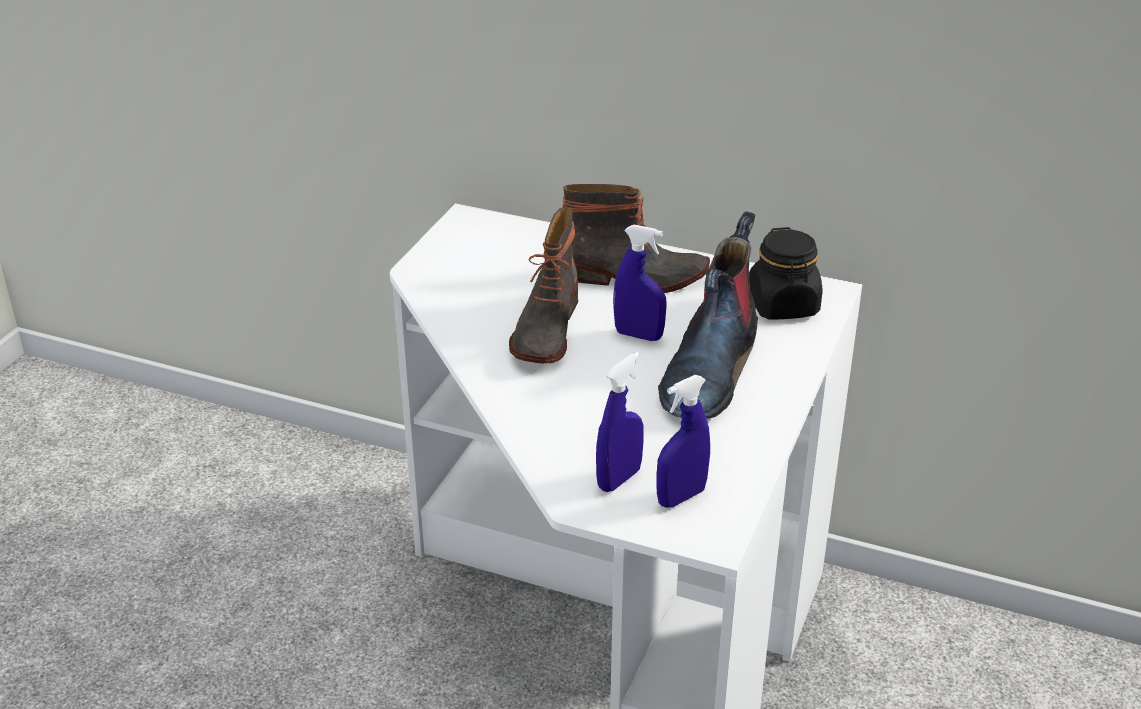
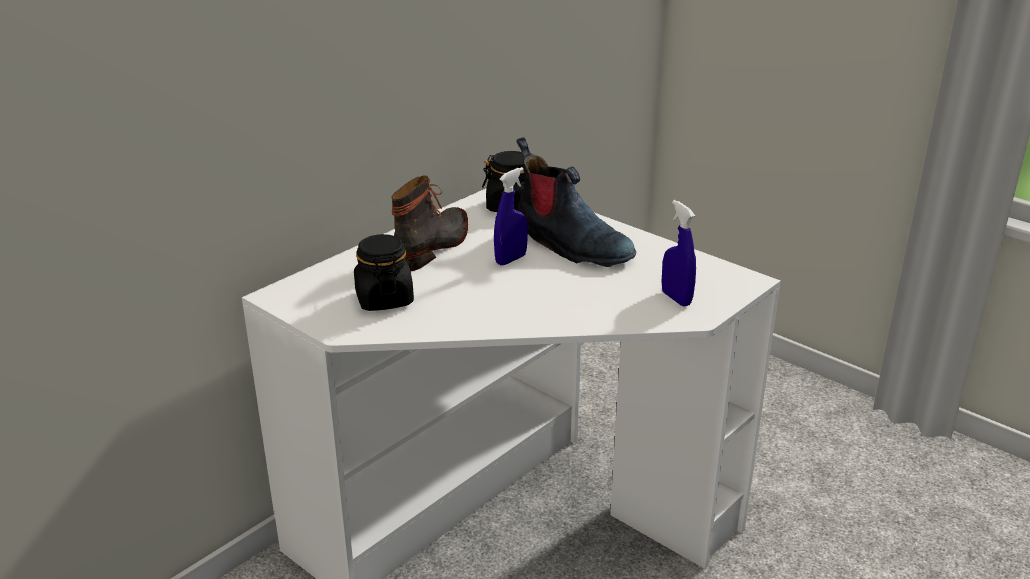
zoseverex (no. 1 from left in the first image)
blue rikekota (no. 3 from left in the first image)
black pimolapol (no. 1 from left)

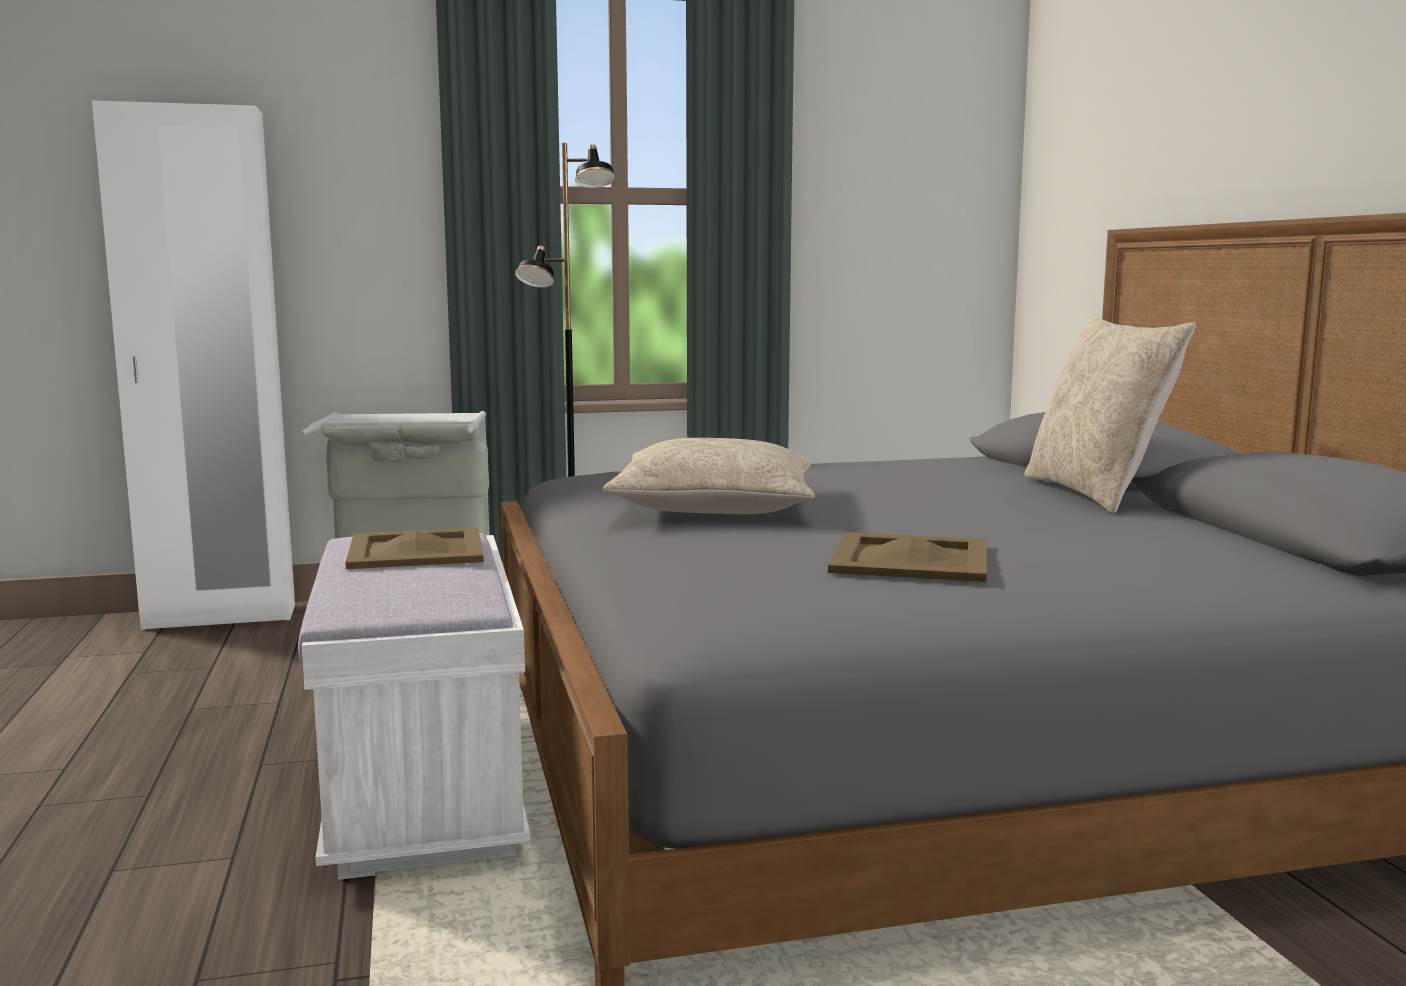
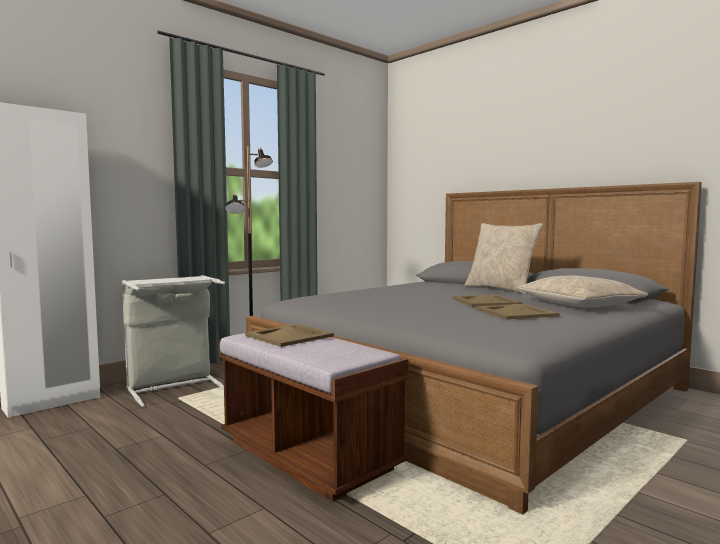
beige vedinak (no. 2 from left)
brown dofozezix
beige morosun (no. 2 from left)

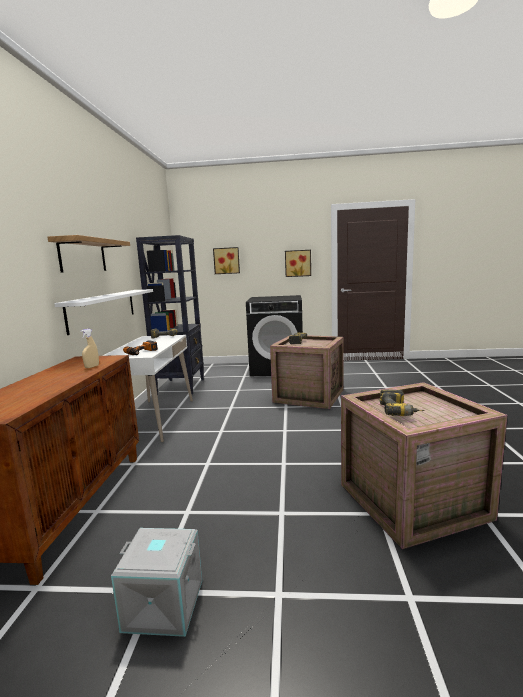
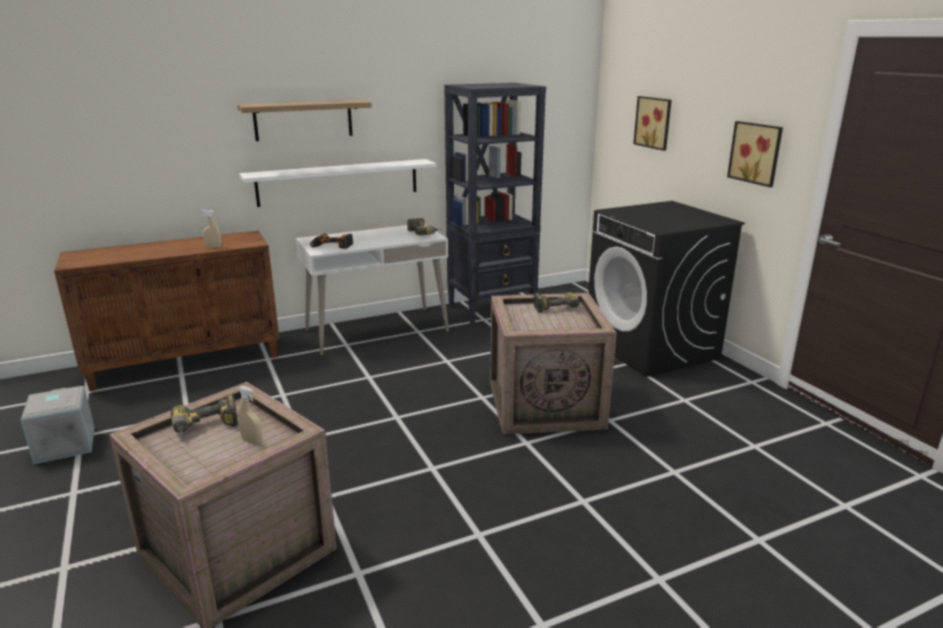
beige rikekota (no. 2 from left)

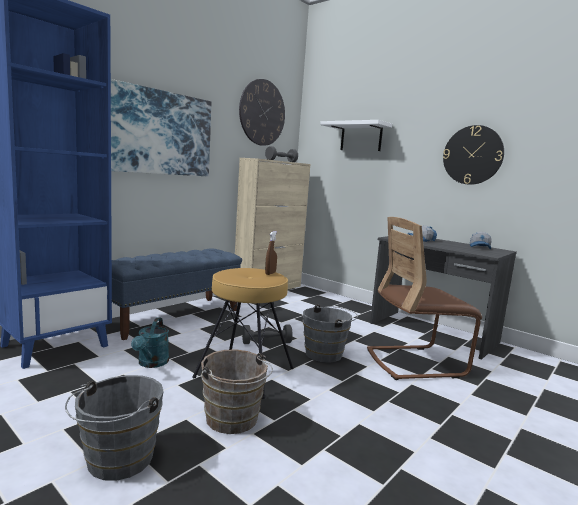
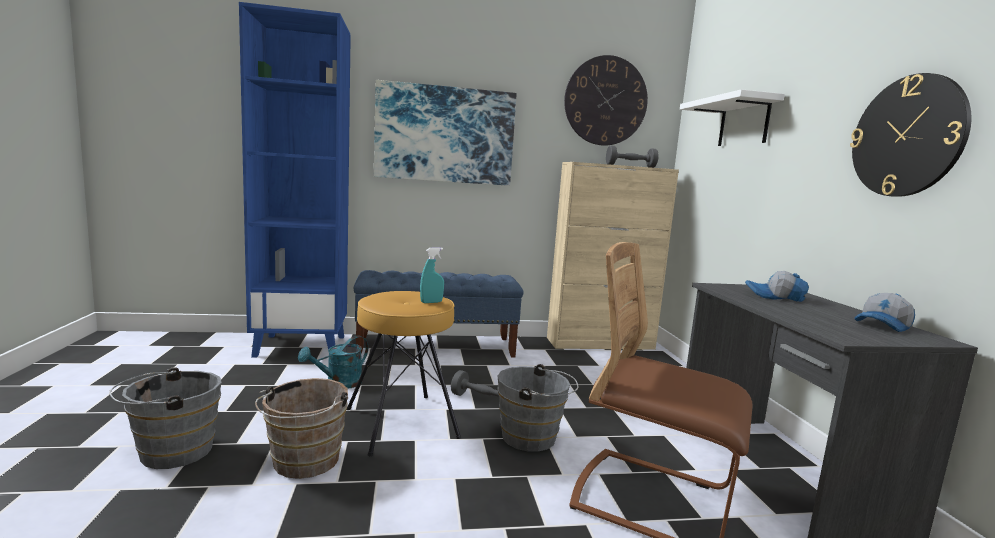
turquoise rikekota

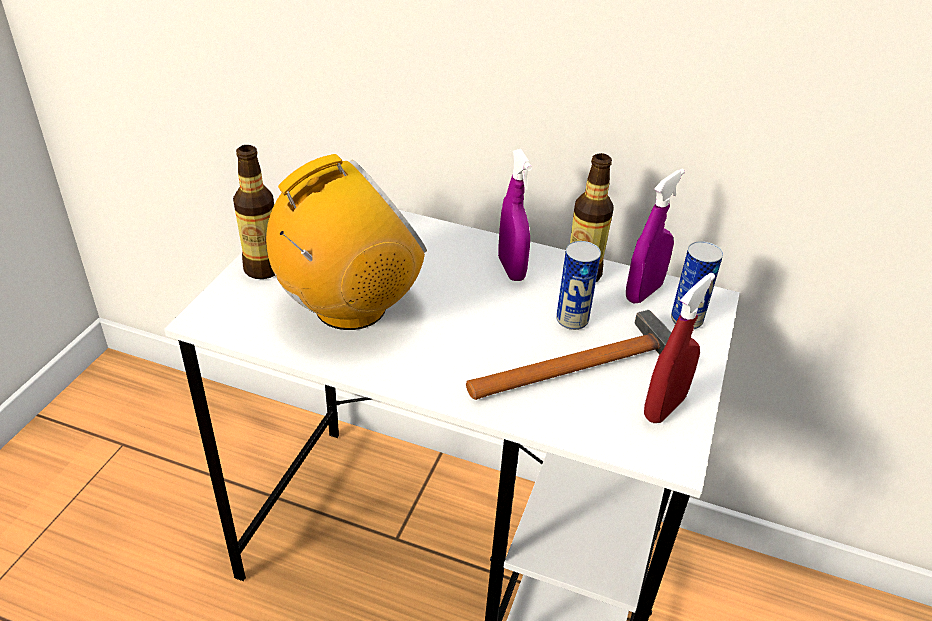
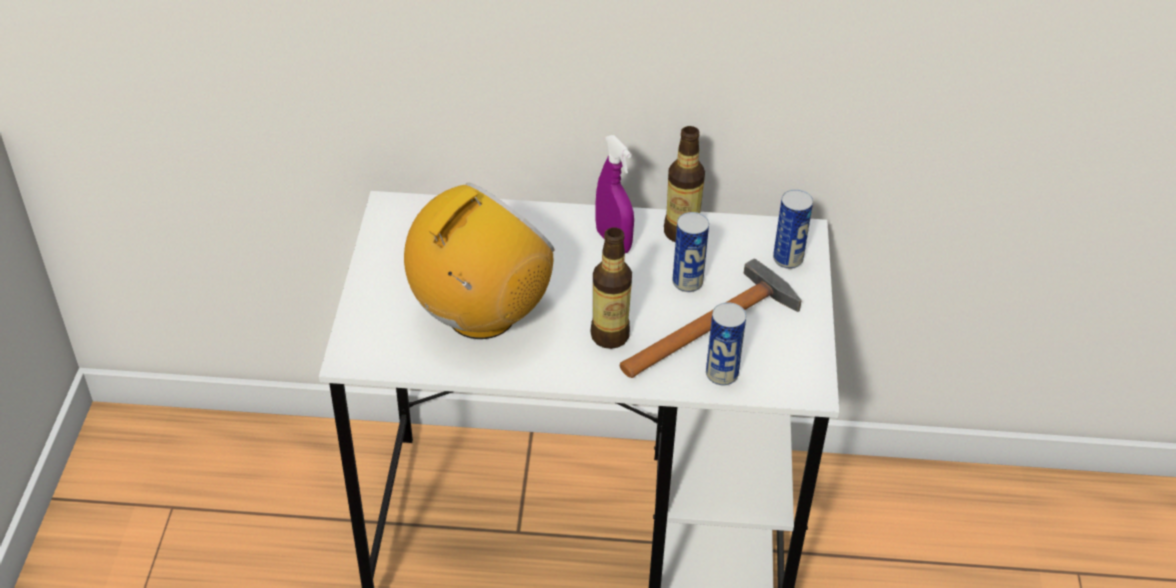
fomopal (no. 1 from left)
purple rikekota (no. 2 from left in the first image)
red rikekota
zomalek (no. 2 from left)

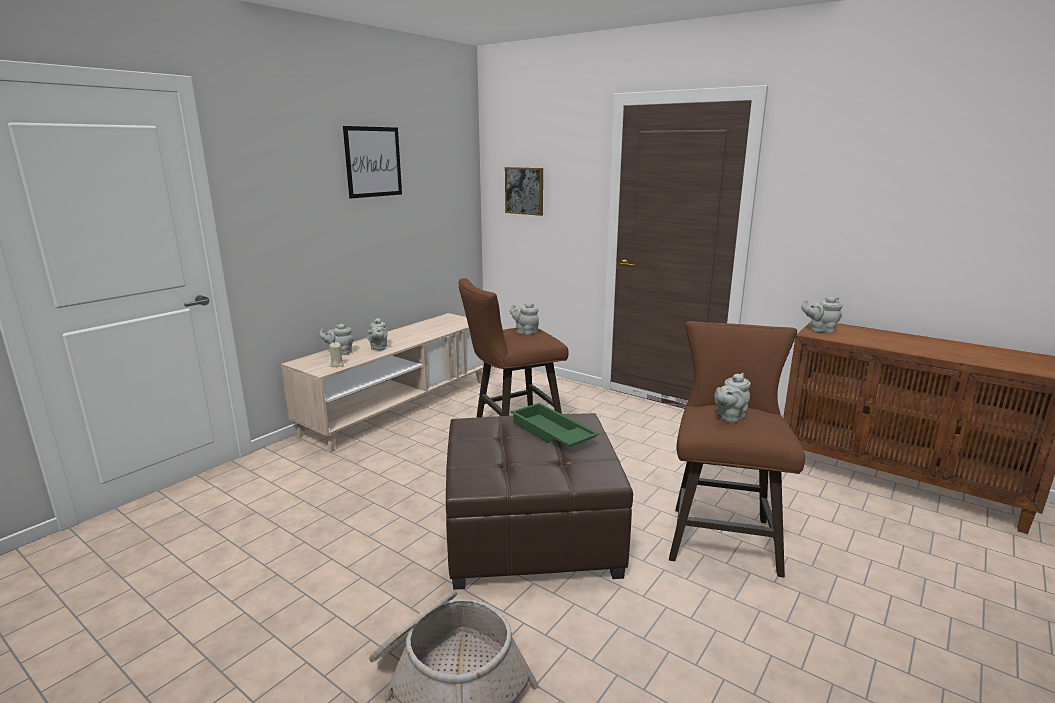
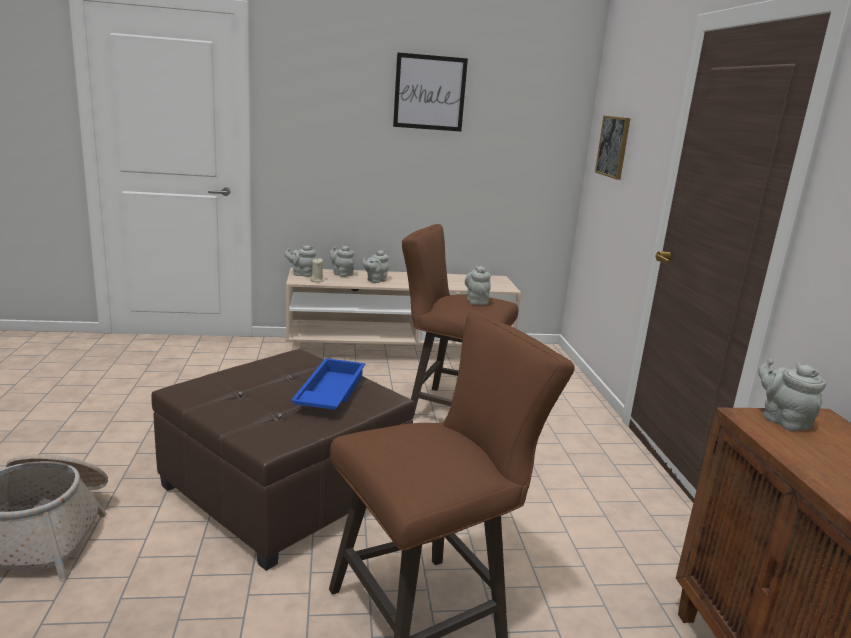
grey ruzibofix (no. 1 from left)
blue morosun

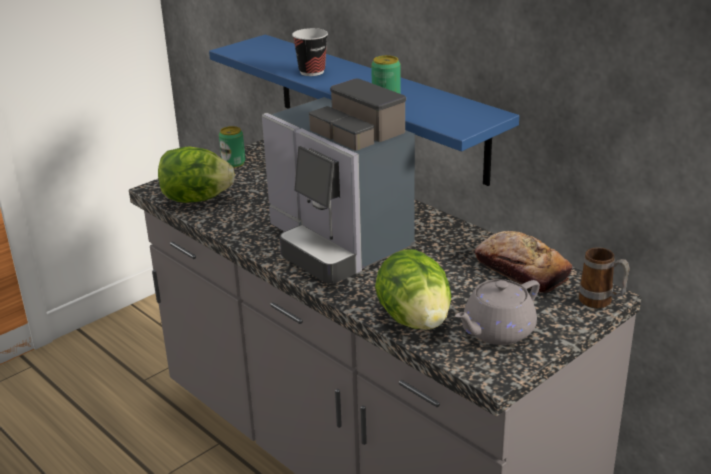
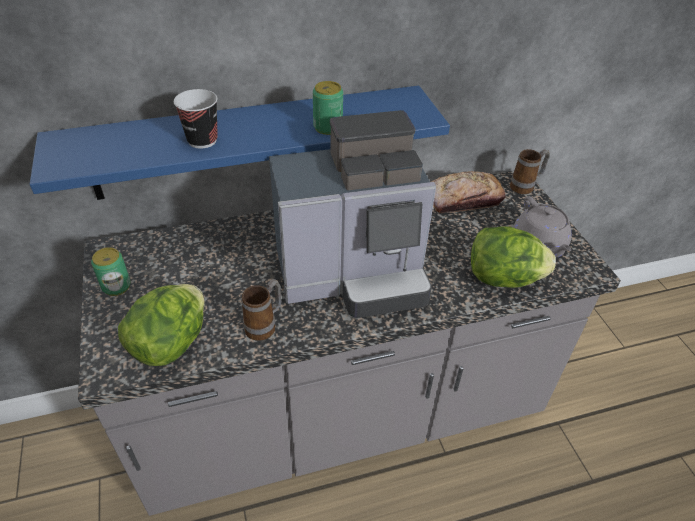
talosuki (no. 1 from left)

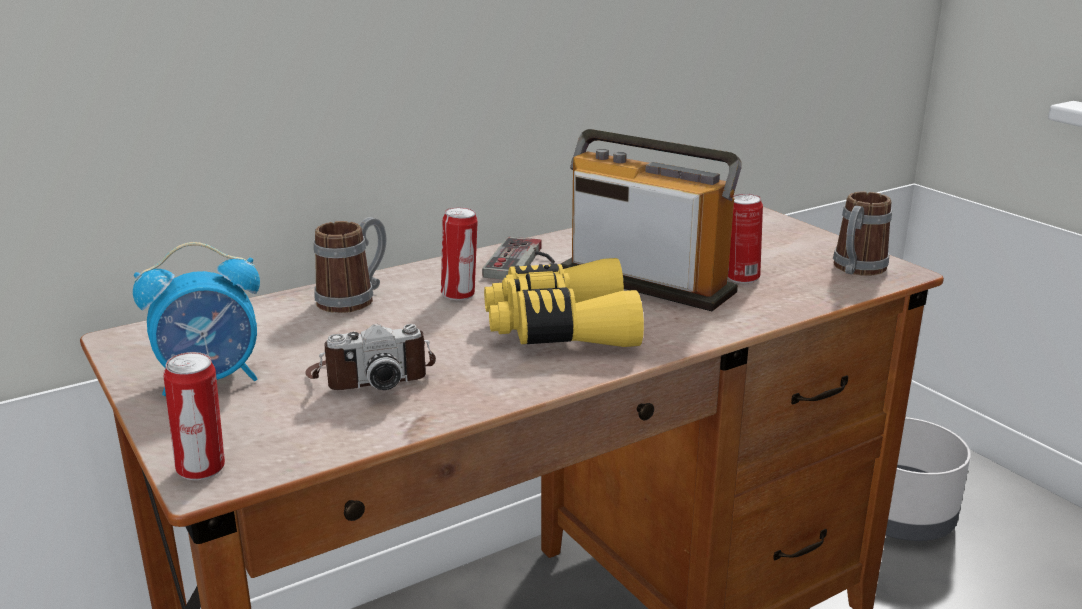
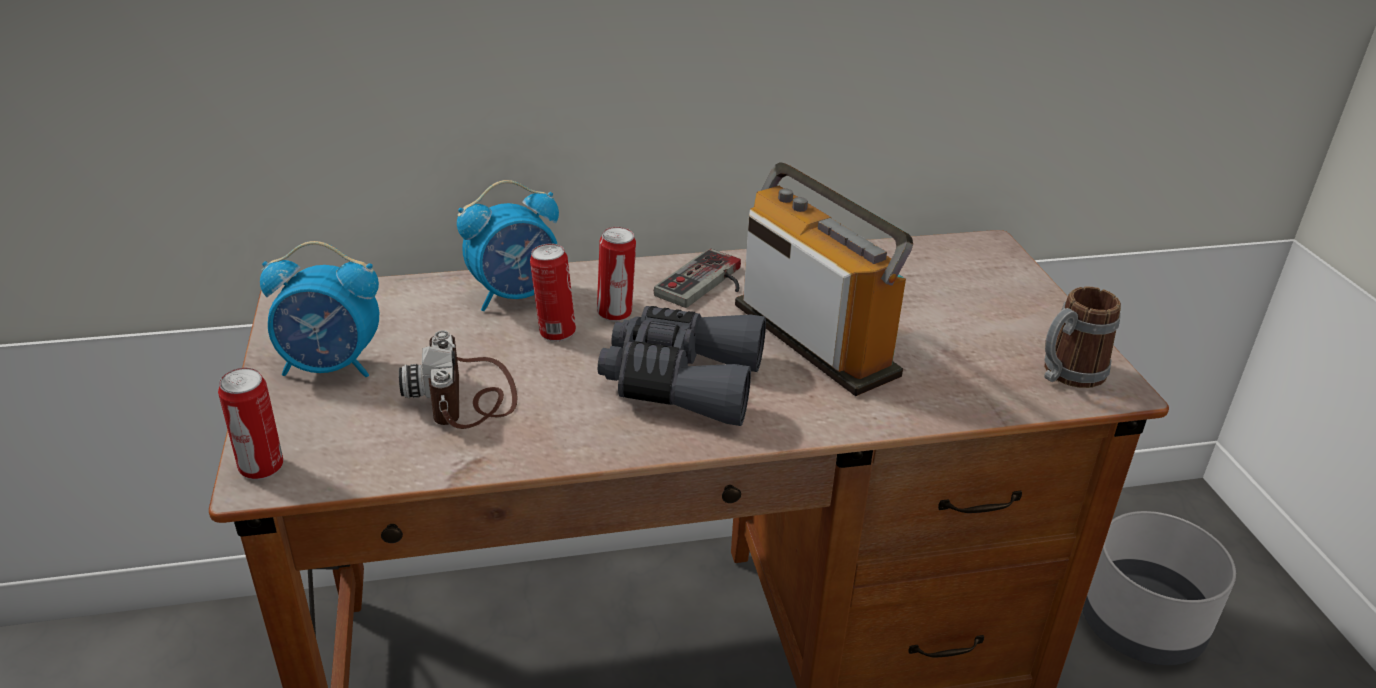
zomalek (no. 2 from left)
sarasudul (no. 2 from left)
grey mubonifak
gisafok

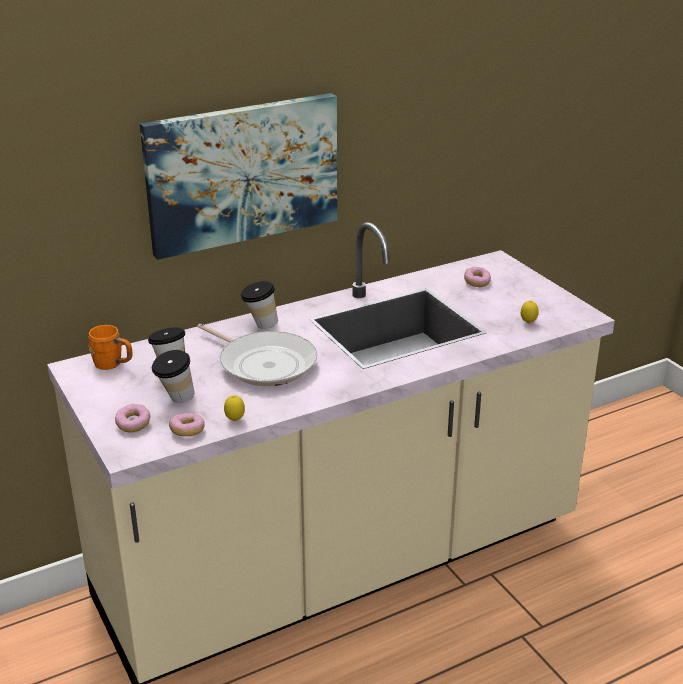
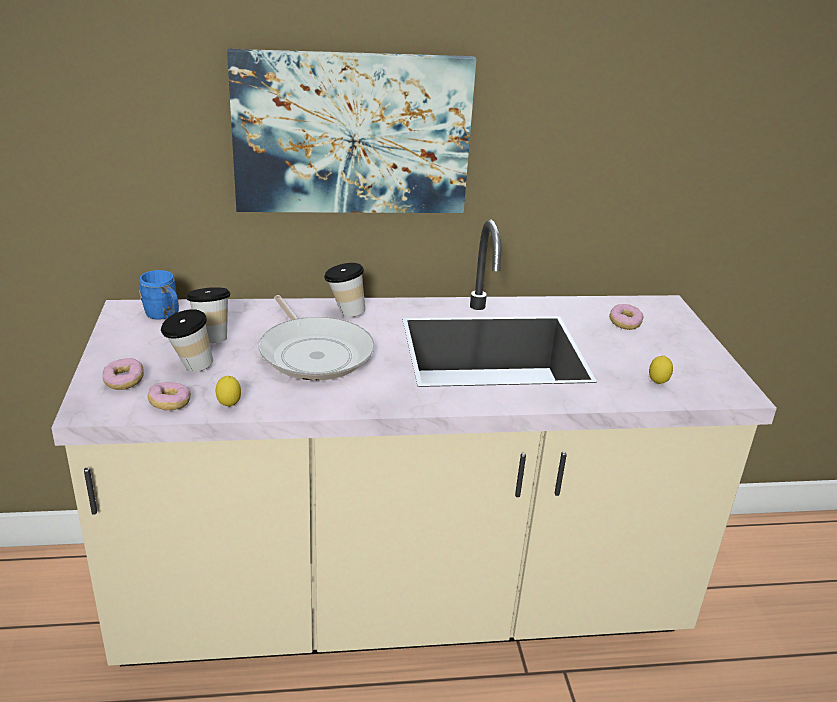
blue talosuki

